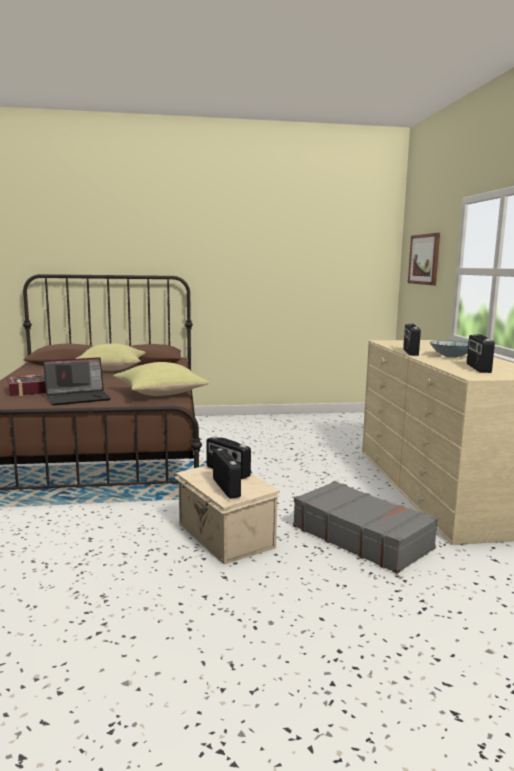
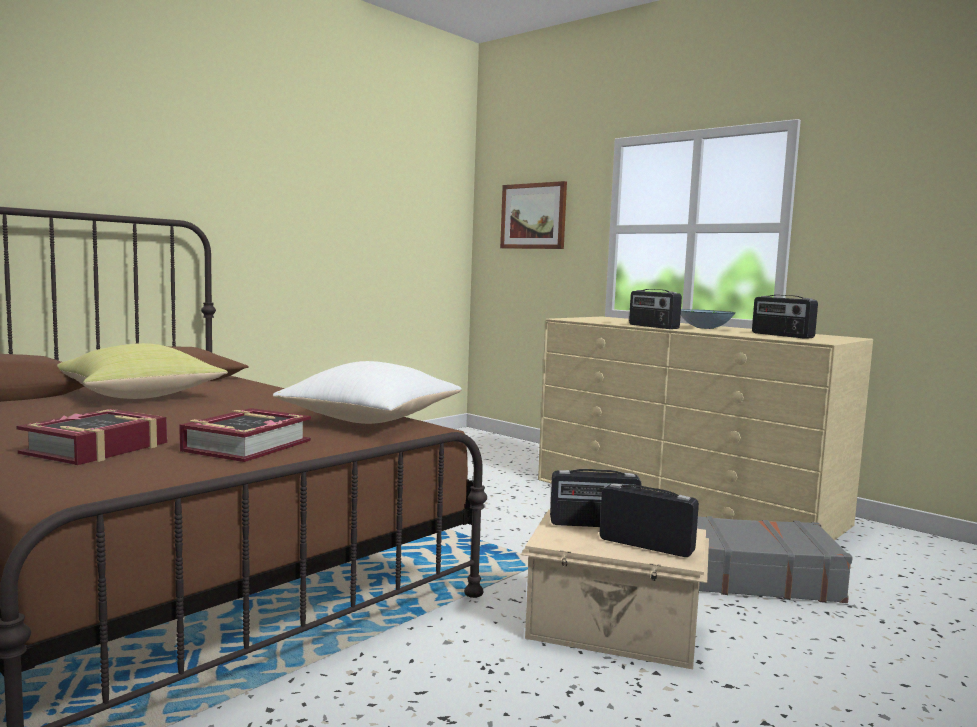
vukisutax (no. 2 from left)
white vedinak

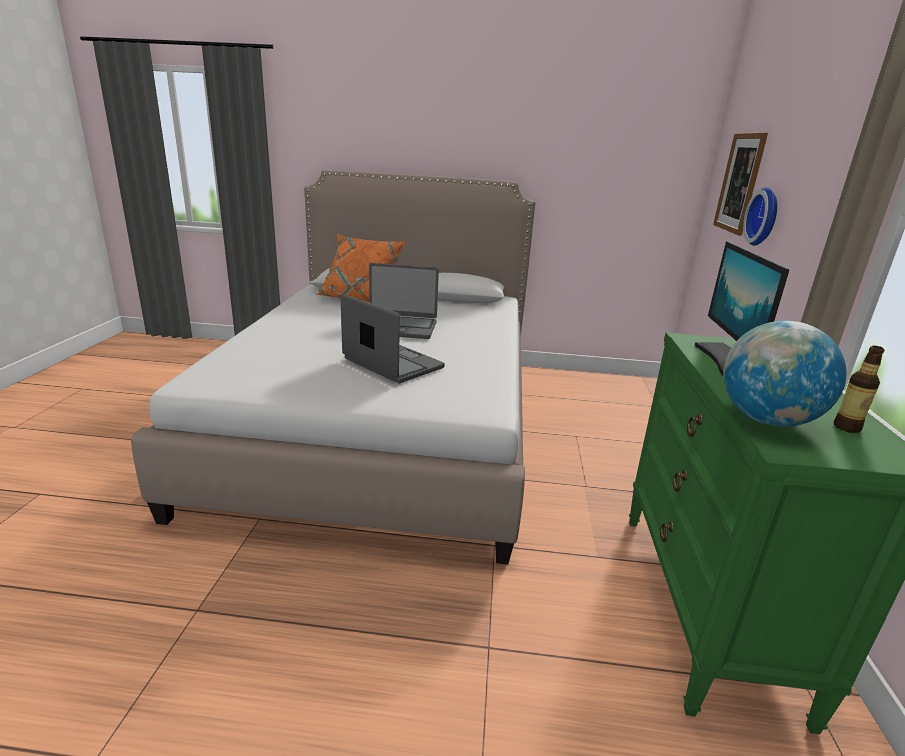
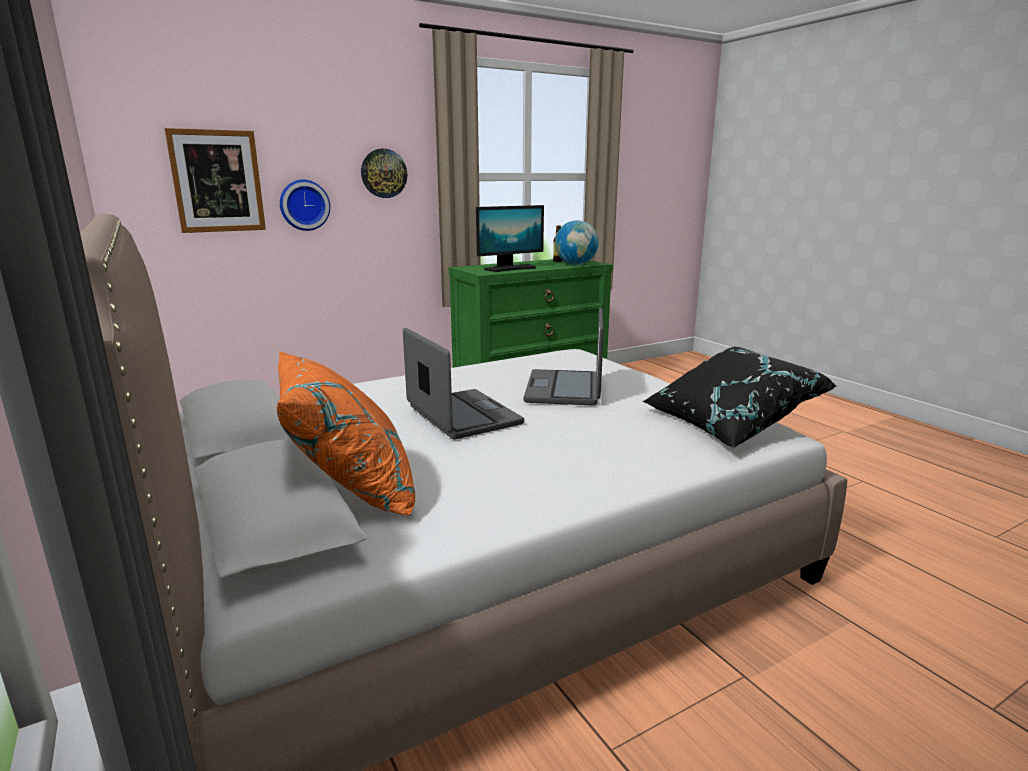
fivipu (no. 2 from left)
black vedinak

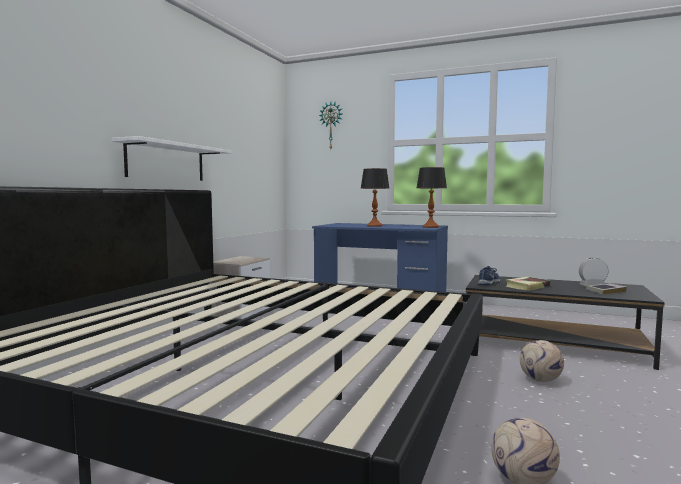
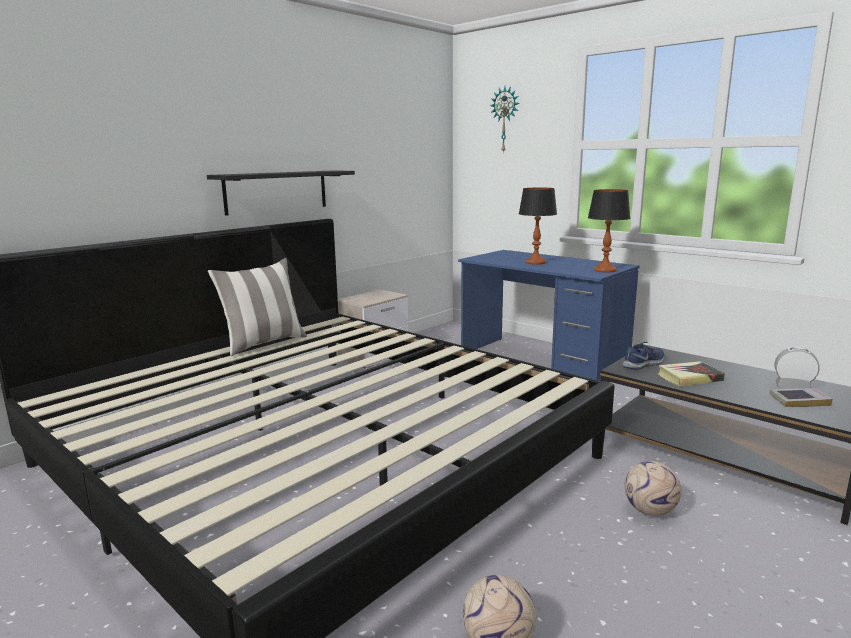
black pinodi
vedinak

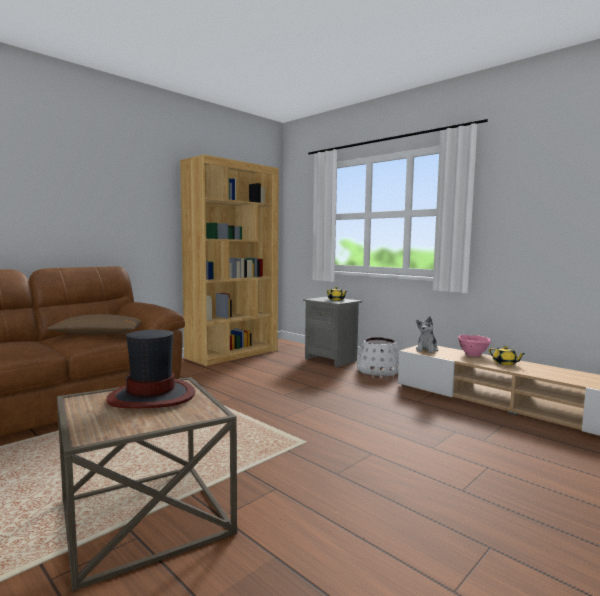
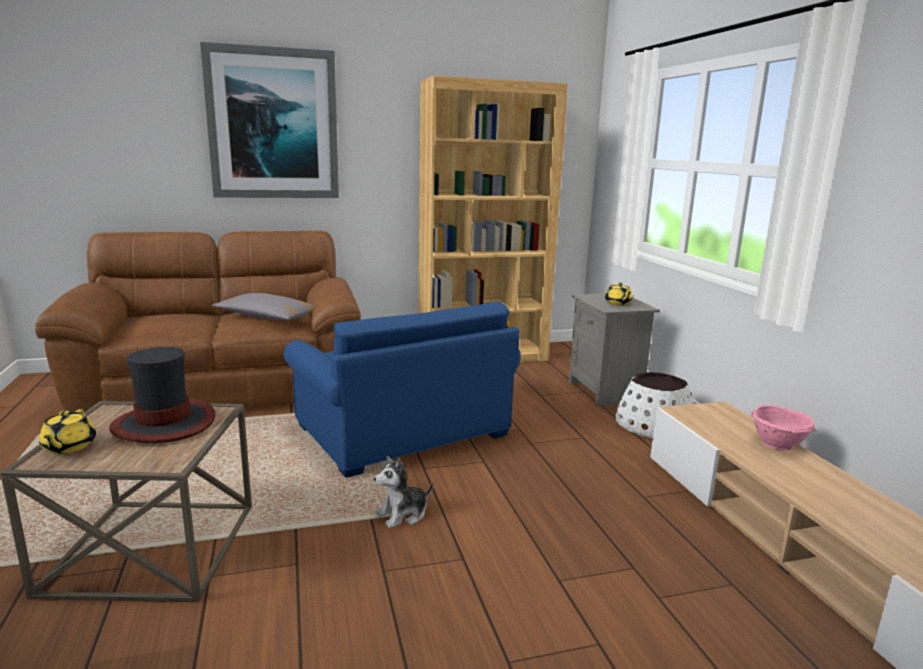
grey vedinak
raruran
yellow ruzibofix (no. 1 from left)
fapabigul
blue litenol

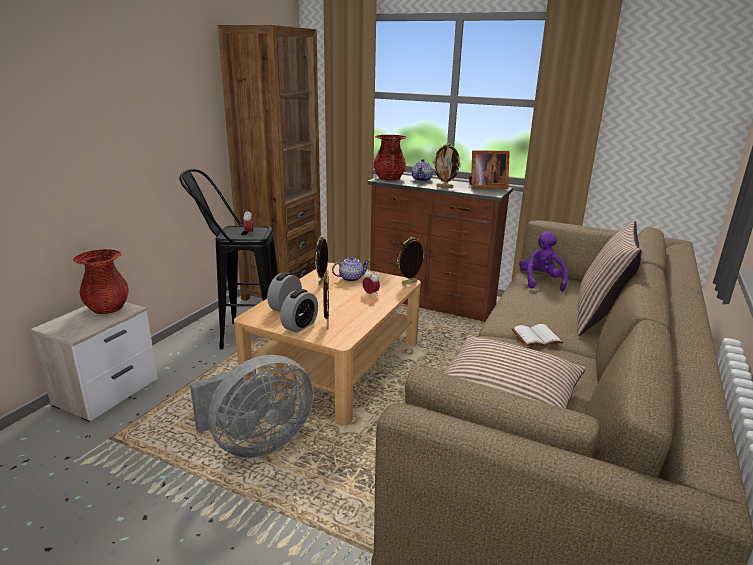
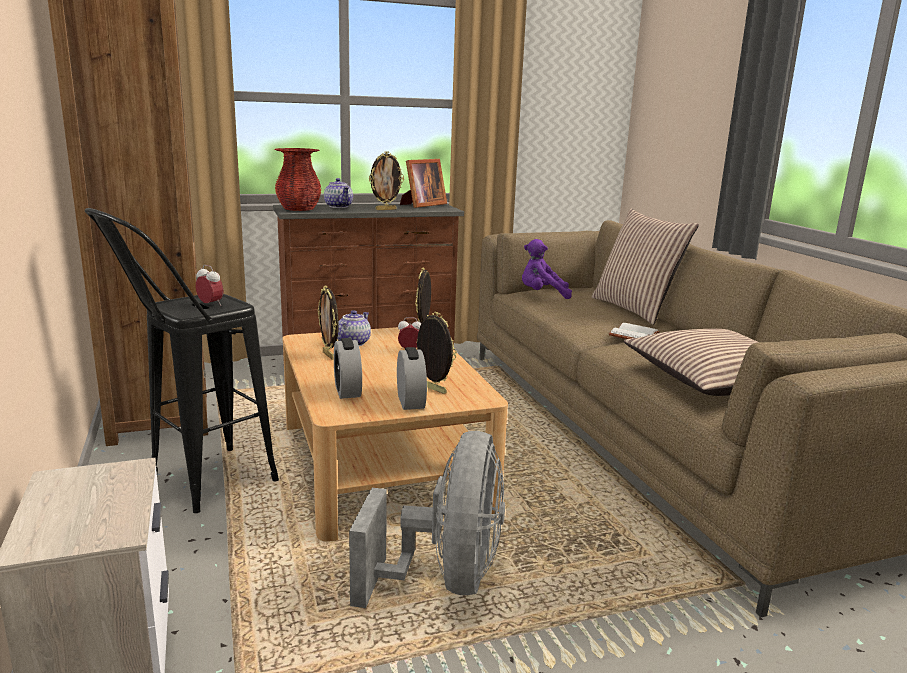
purple raruran
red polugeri (no. 1 from left in the first image)

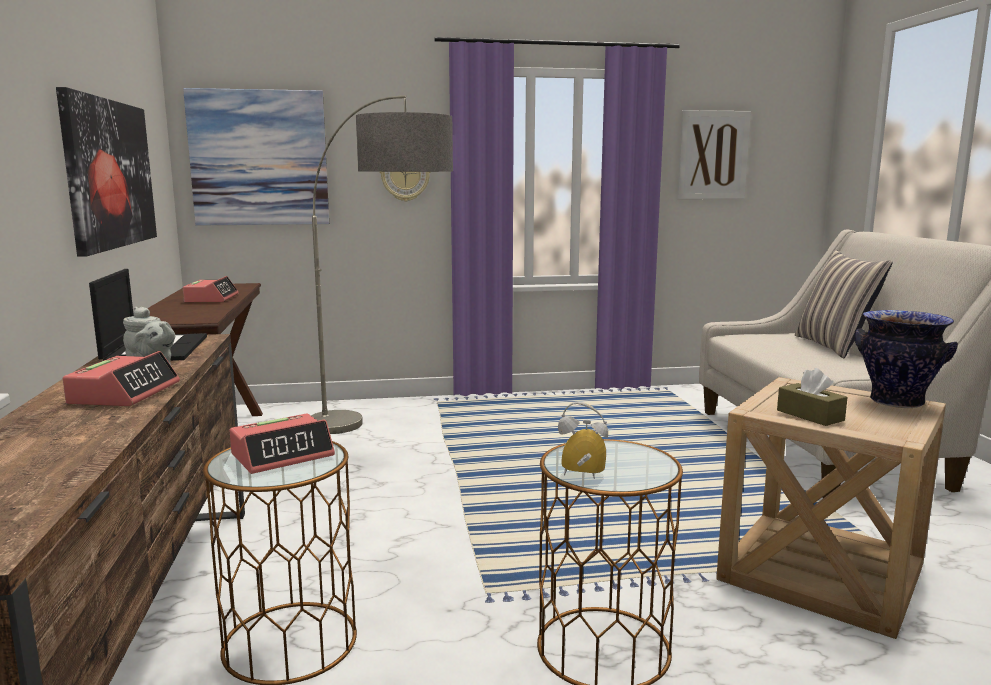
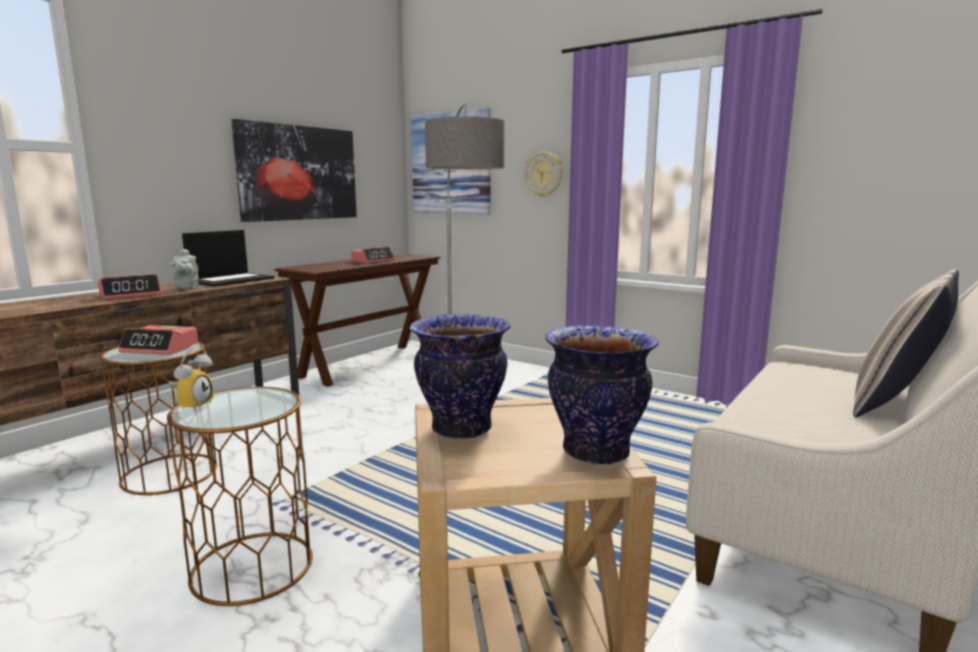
fapabigul (no. 3 from left in the first image)
polugeri (no. 1 from left)
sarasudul (no. 3 from left)

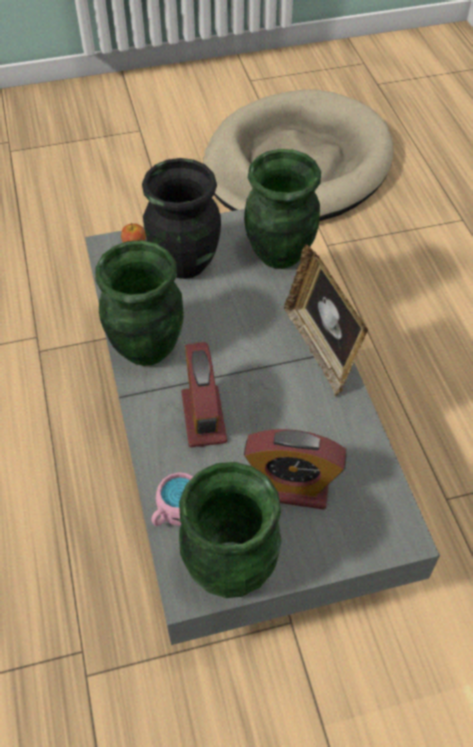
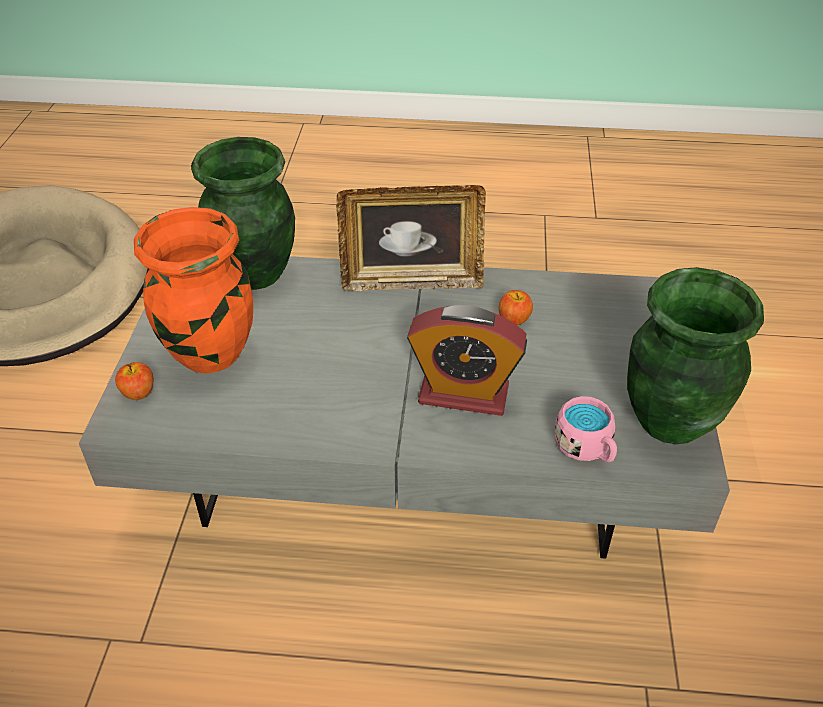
orange polugeri
green polugeri (no. 1 from left in the first image)
sarasudul (no. 2 from left in the first image)
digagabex (no. 2 from left)

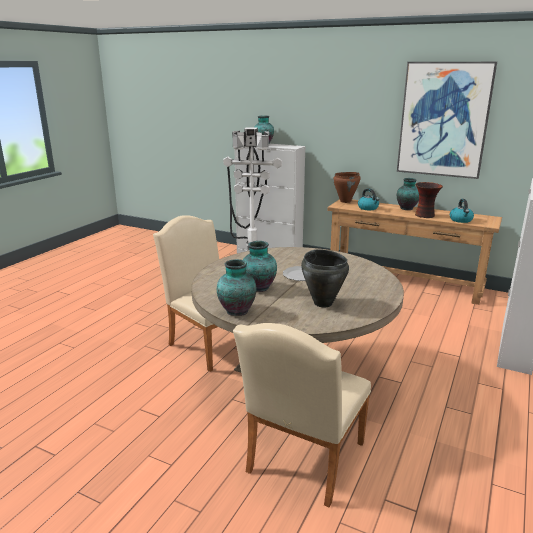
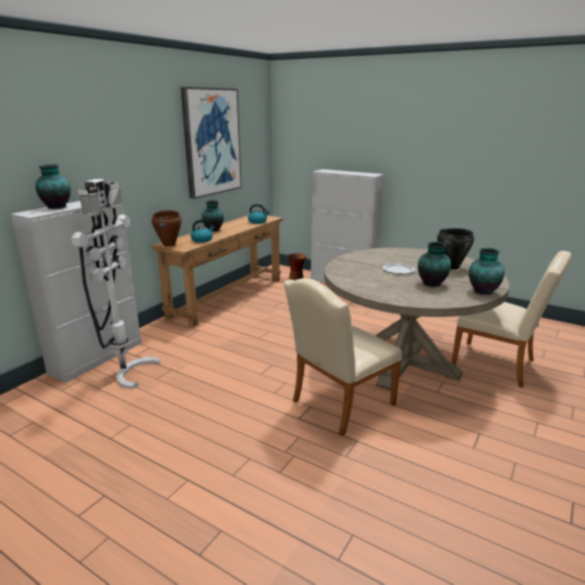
polugeri (no. 3 from left)

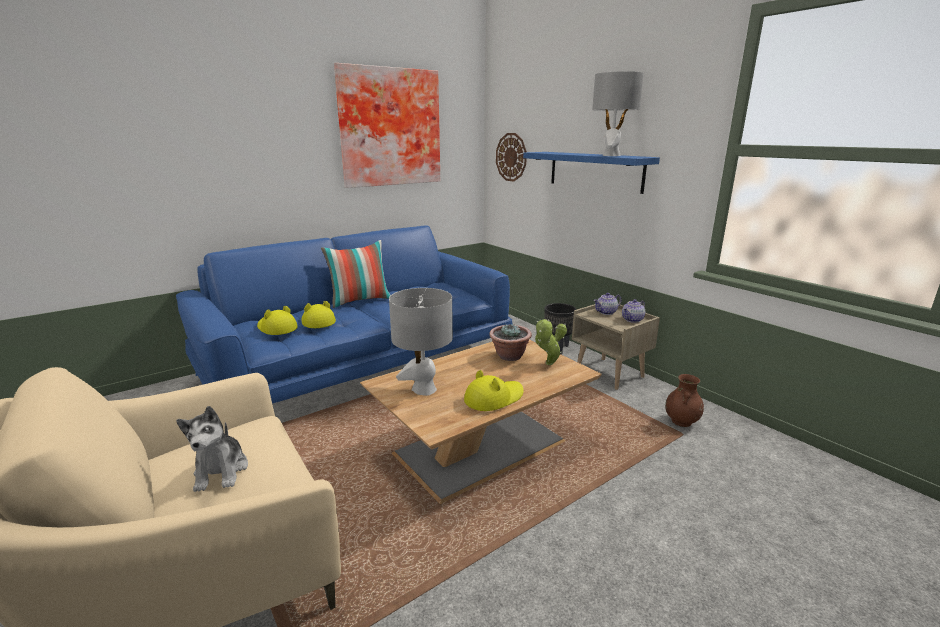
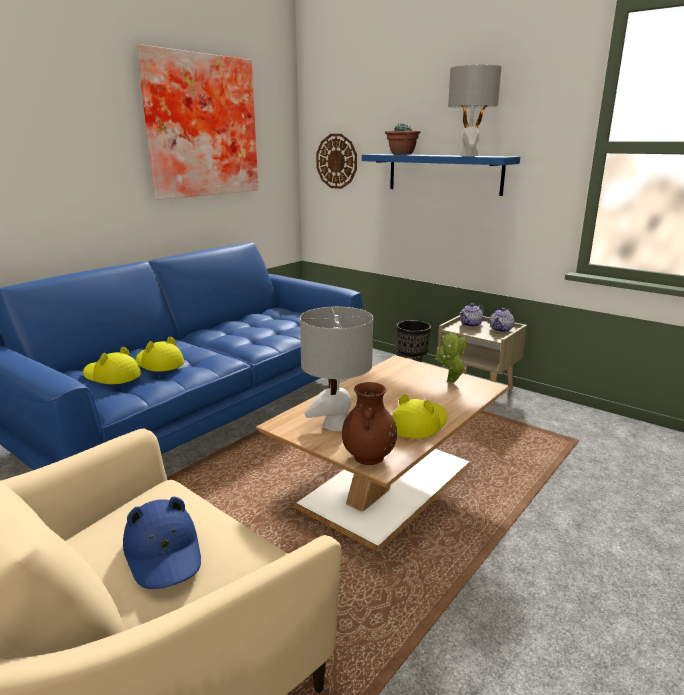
vedinak
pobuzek (no. 1 from left)
brown polugeri
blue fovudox

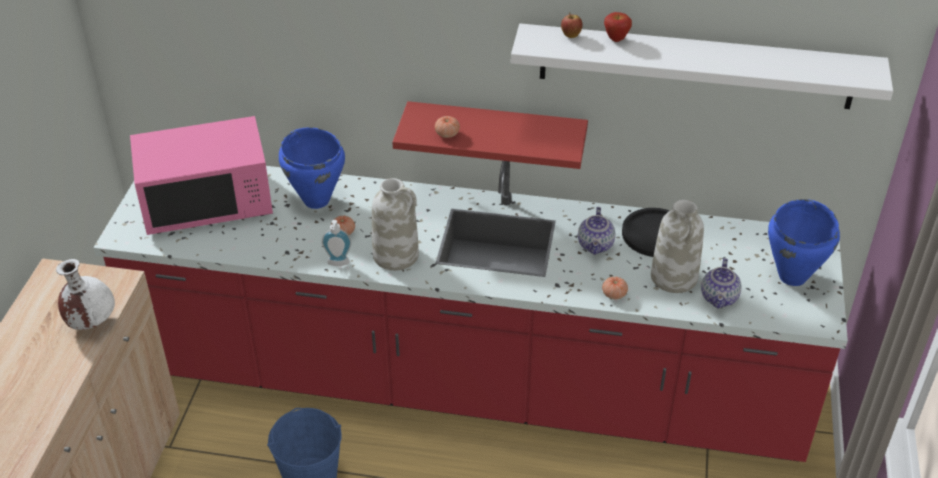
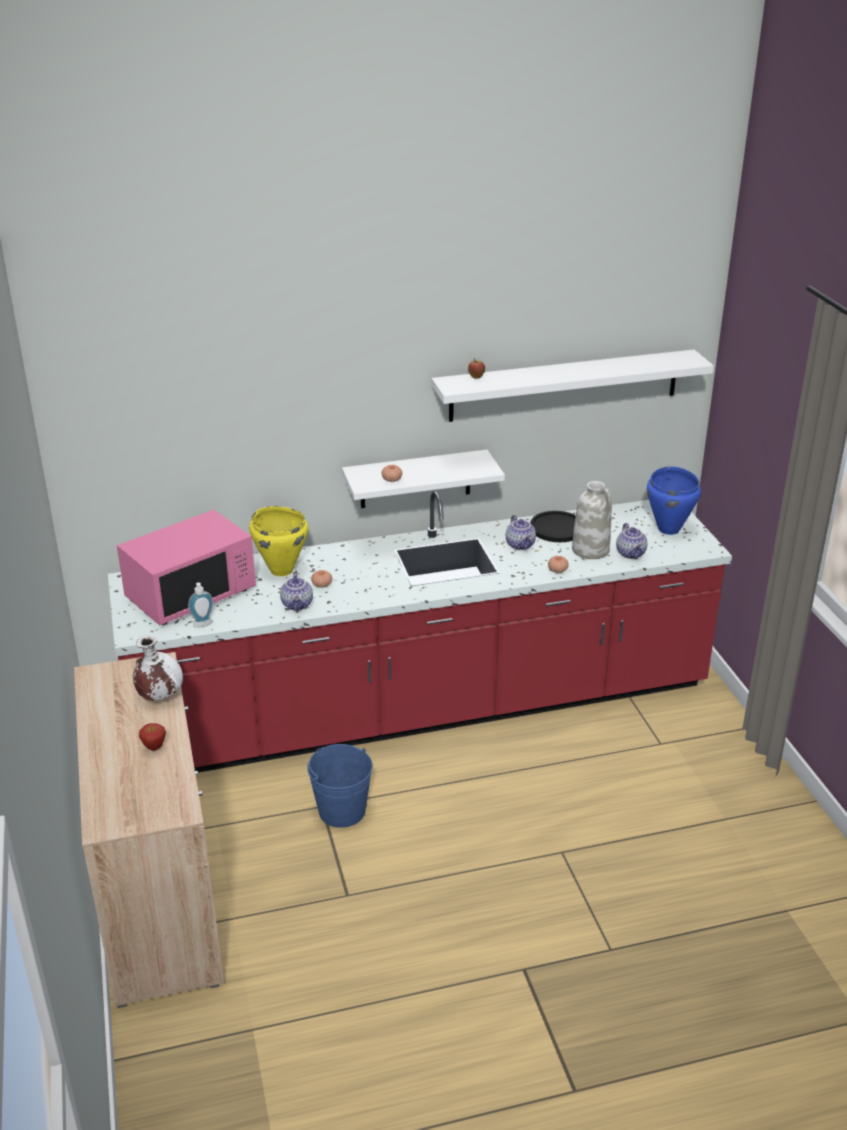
digagabex (no. 1 from left)
white pinodi (no. 1 from left)
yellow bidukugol
white polugeri (no. 2 from left in the first image)
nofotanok
ruzibofix (no. 1 from left)

